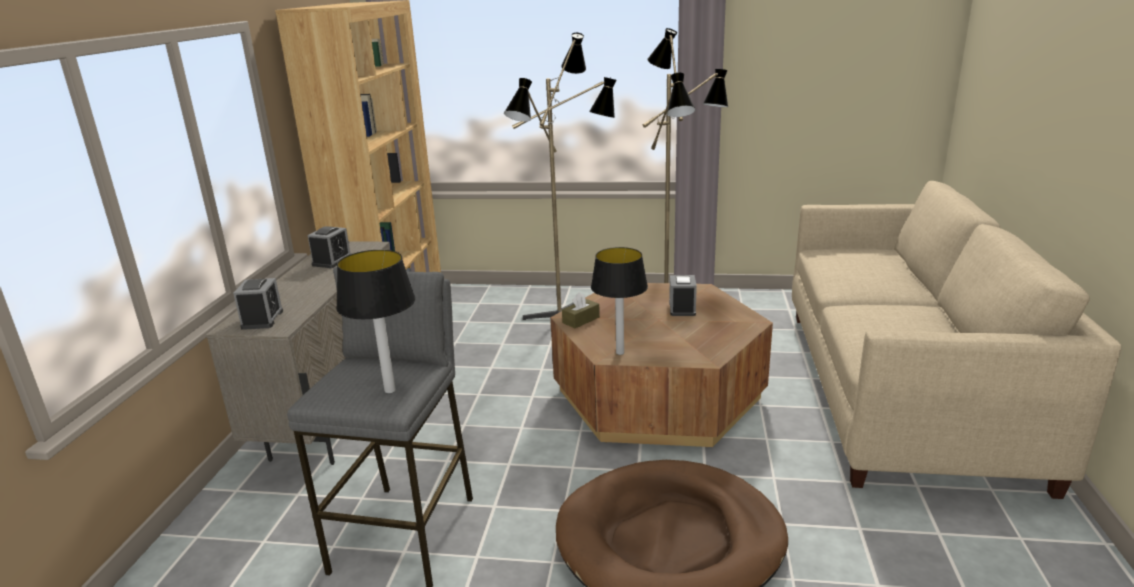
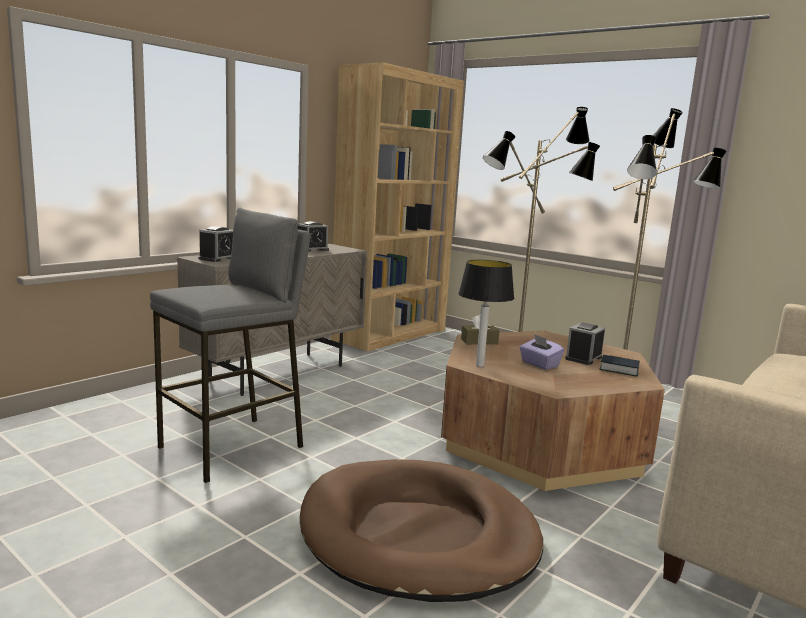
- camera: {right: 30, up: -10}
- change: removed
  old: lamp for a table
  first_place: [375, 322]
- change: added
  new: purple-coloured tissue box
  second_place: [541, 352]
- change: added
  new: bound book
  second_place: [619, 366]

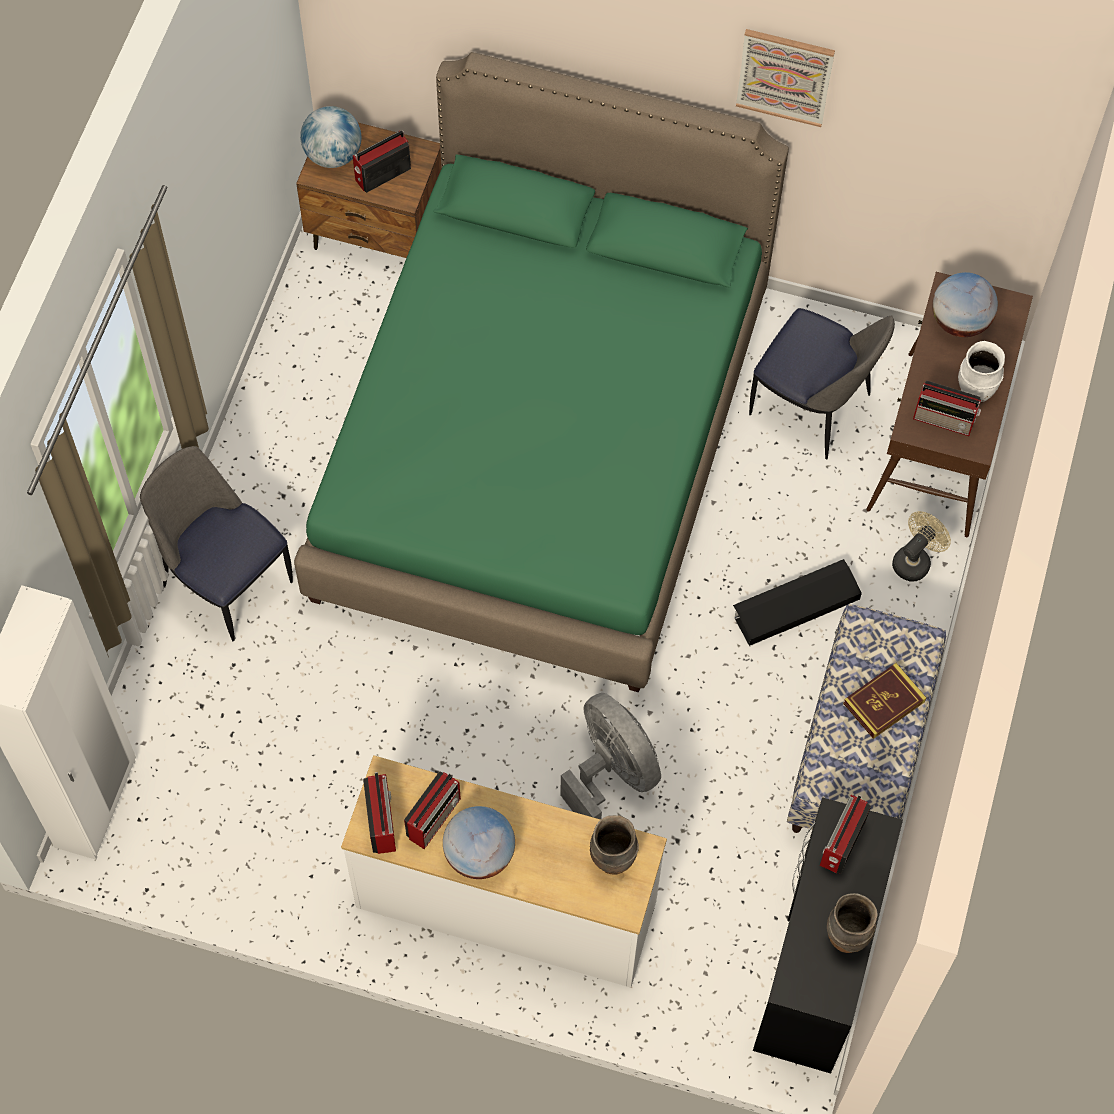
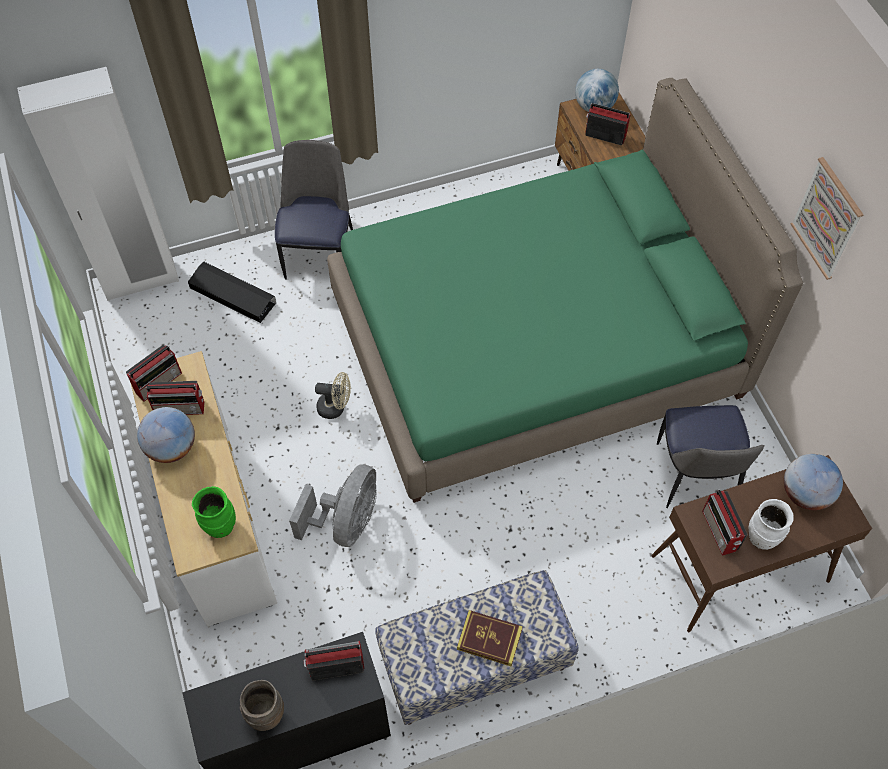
- camera: {right: 55, up: -5}
- change: recoloured
  old: brown vase
  new: green-coloured vase
  first_place: [614, 845]
  second_place: [214, 512]
- change: moved
  old: black storage bin
  first_place: [797, 602]
  second_place: [232, 292]
- change: moved
  old: beige-coloured fan
  first_place: [921, 546]
  second_place: [333, 395]

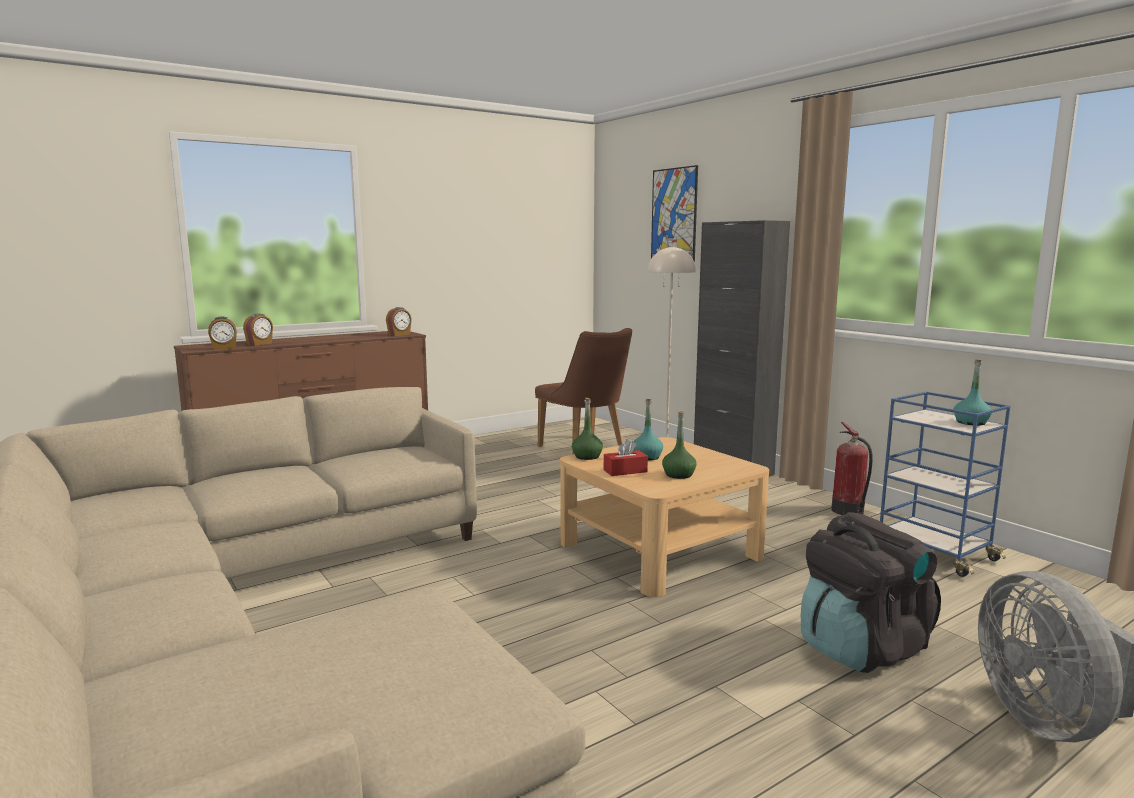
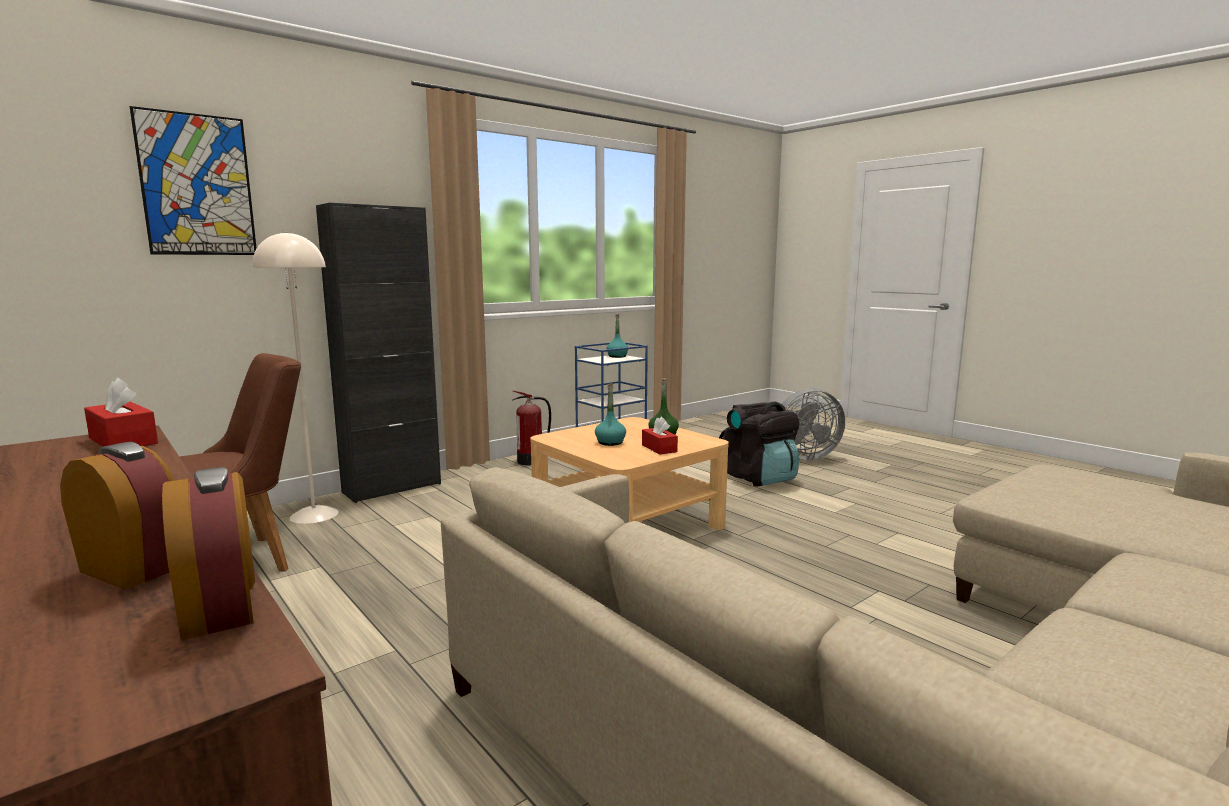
- camera: {right: -95, up: 0}
- change: replaced
  old: alarm clock
  new: red-coloured tissue box
  first_place: [399, 321]
  second_place: [121, 412]
- change: removed
  old: green-coloured drink bottle
  first_place: [587, 429]

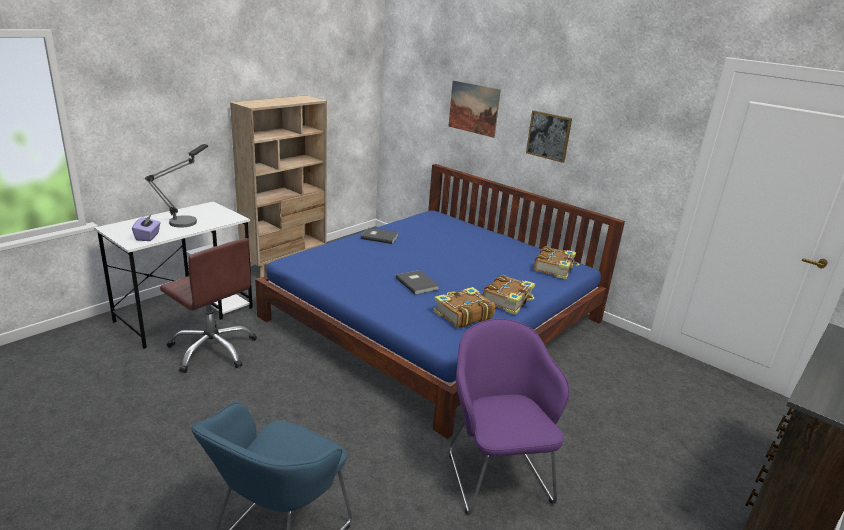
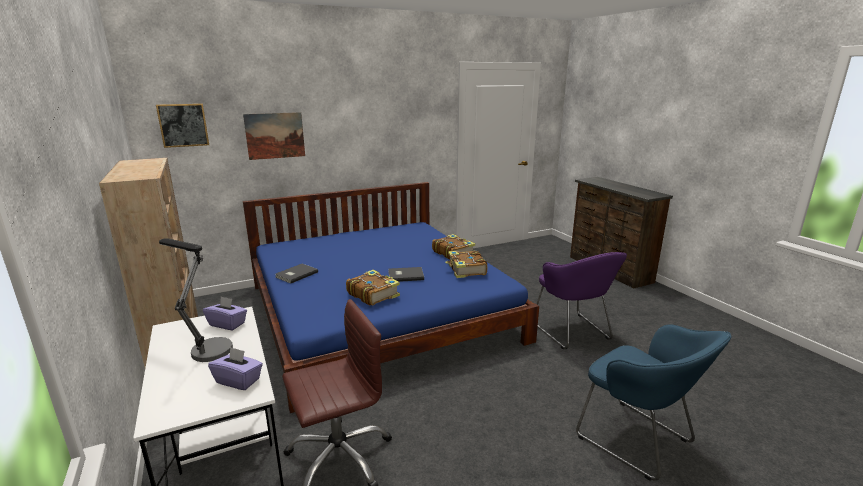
- camera: {right: -65, up: -5}
- change: turned
  old: purple-coloured easy chair
  first_place: [509, 417]
  second_place: [581, 300]
  degrees: -120
- change: moved
  old: wall art
  first_place: [549, 137]
  second_place: [182, 125]
- change: moved
  old: bound book
  first_place: [556, 262]
  second_place: [373, 288]
- change: added
  new: purple-coloured tissue box
  second_place: [225, 313]

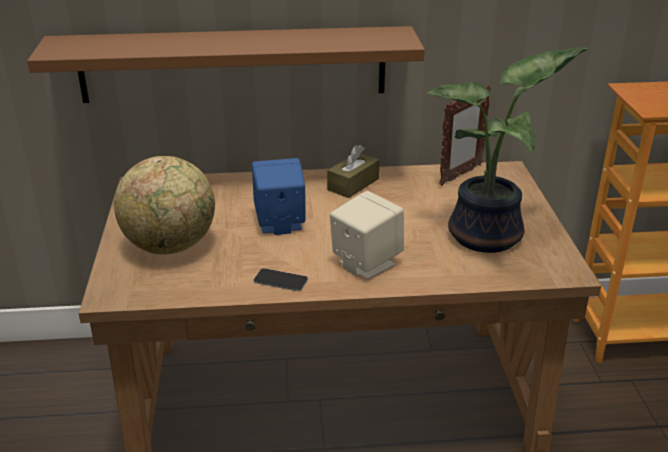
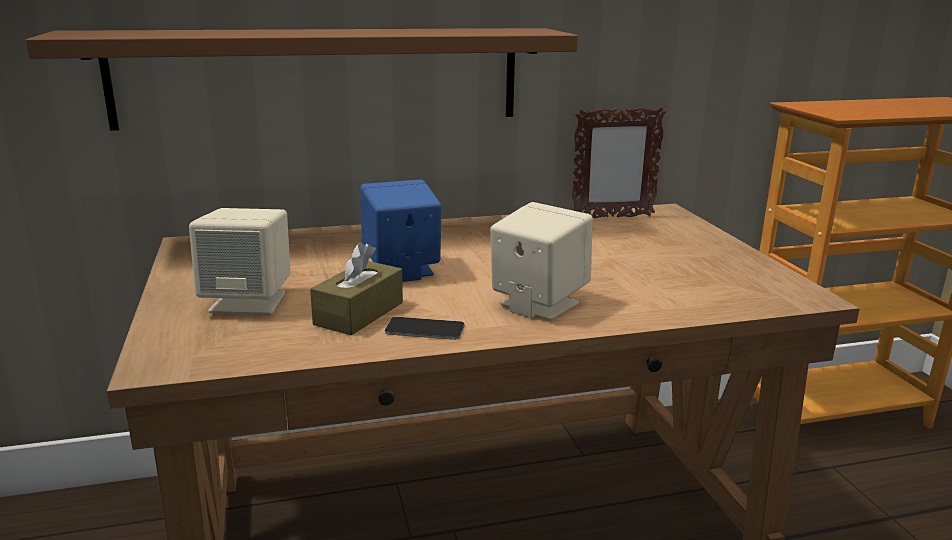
- camera: {right: -10, up: -10}
- change: replaced
  old: world globe
  new: beige-coloured audio speaker
  first_place: [164, 205]
  second_place: [239, 261]
- change: moved
  old: brown tissue box
  first_place: [353, 171]
  second_place: [356, 288]
- change: removed
  old: plant in a pot
  first_place: [507, 150]
- change: turned
  old: photo frame
  first_place: [465, 135]
  second_place: [619, 162]
  degrees: 45

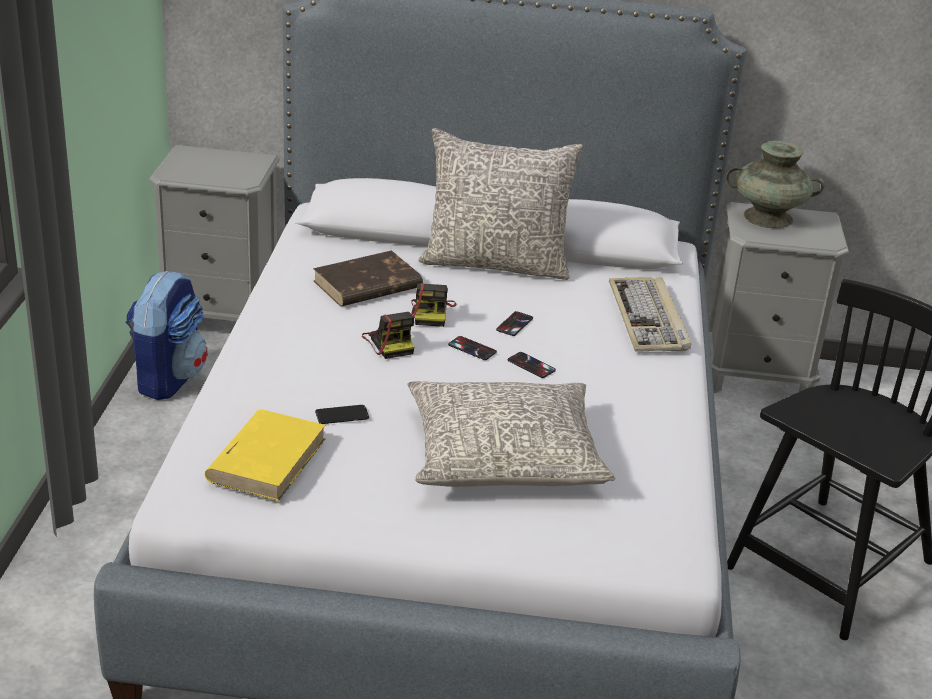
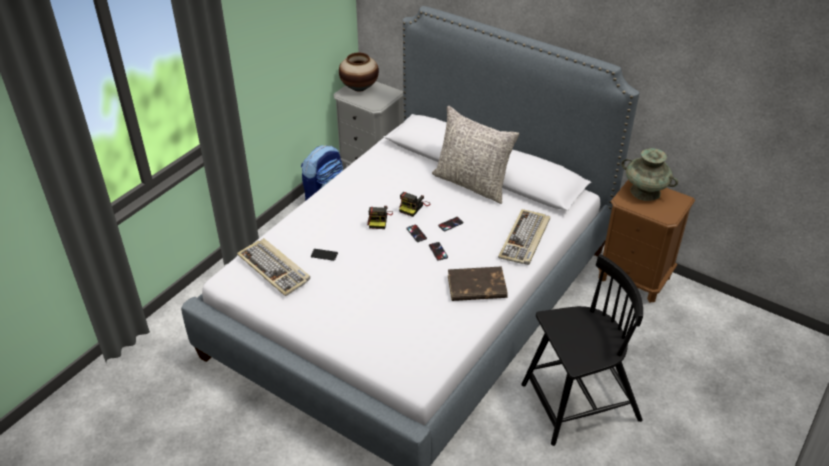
- camera: {right: 30, up: 10}
- change: replaced
  old: yellow-coloured bound book
  new: PC keyboard
  first_place: [265, 455]
  second_place: [273, 267]
- change: moved
  old: brown bound book
  first_place: [368, 278]
  second_place: [478, 283]
- change: removed
  old: grey cushion
  first_place: [511, 434]
- change: recoloured
  old: grey bedside table
  new: brown bedside table
  first_place: [778, 297]
  second_place: [646, 241]
- change: added
  new: vase
  second_place: [359, 72]

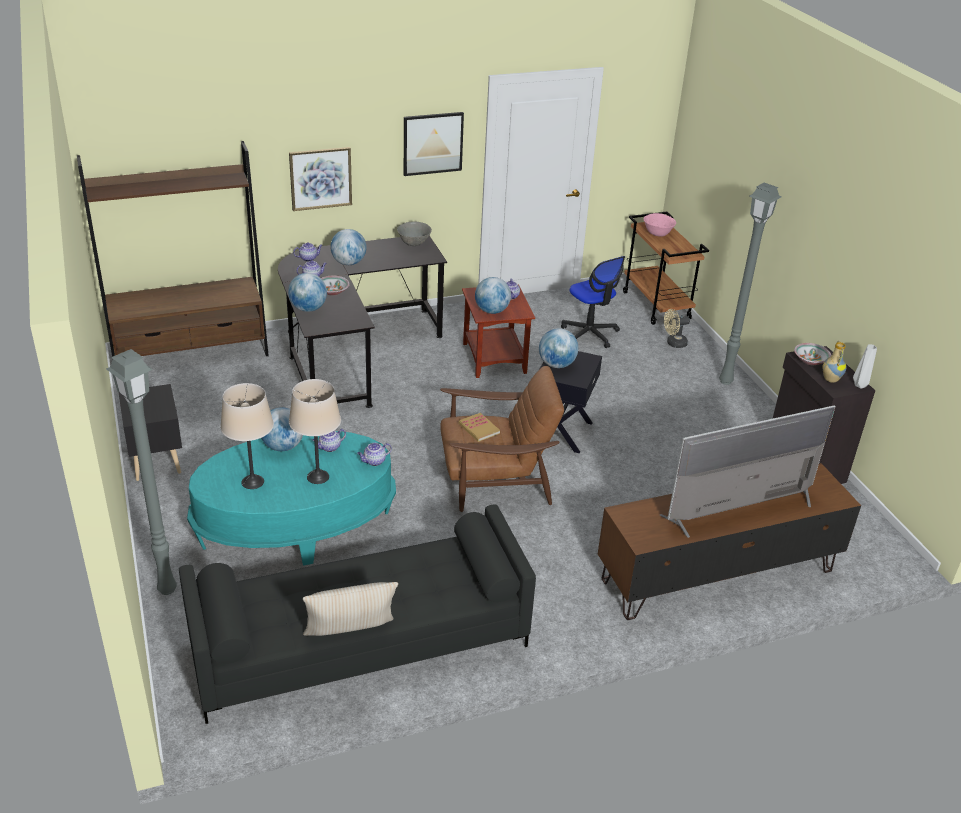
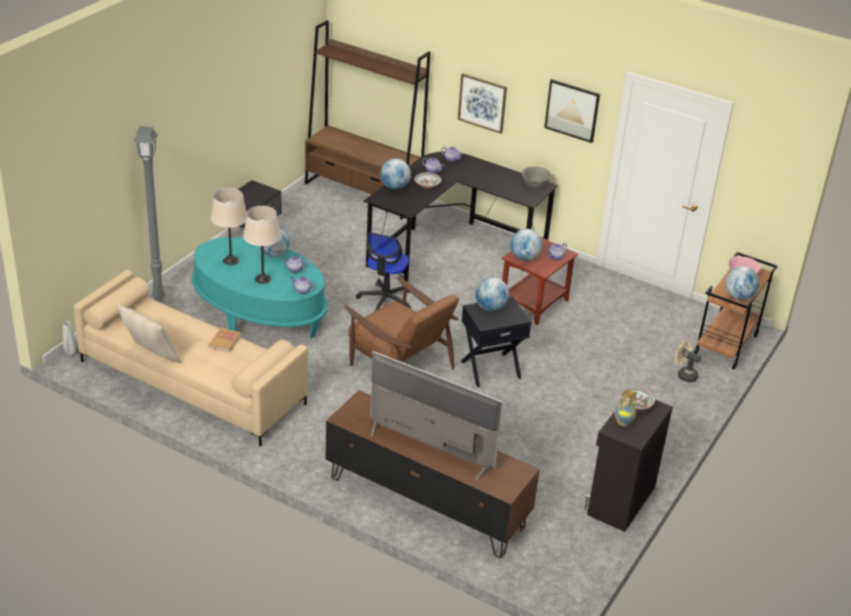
- camera: {right: 50, up: 0}
- change: recoloured
  old: black couch
  new: beige-coloured couch
  first_place: [357, 614]
  second_place: [190, 358]
- change: moved
  old: world globe
  first_place: [348, 247]
  second_place: [742, 283]
- change: moved
  old: bound book
  first_place: [479, 427]
  second_place: [224, 340]
- change: moved
  old: office chair
  first_place: [593, 302]
  second_place: [383, 271]
- change: removed
  old: grey standard lamp
  first_place: [750, 284]
- change: moved
  old: grey vase
  first_place: [865, 366]
  second_place: [70, 338]

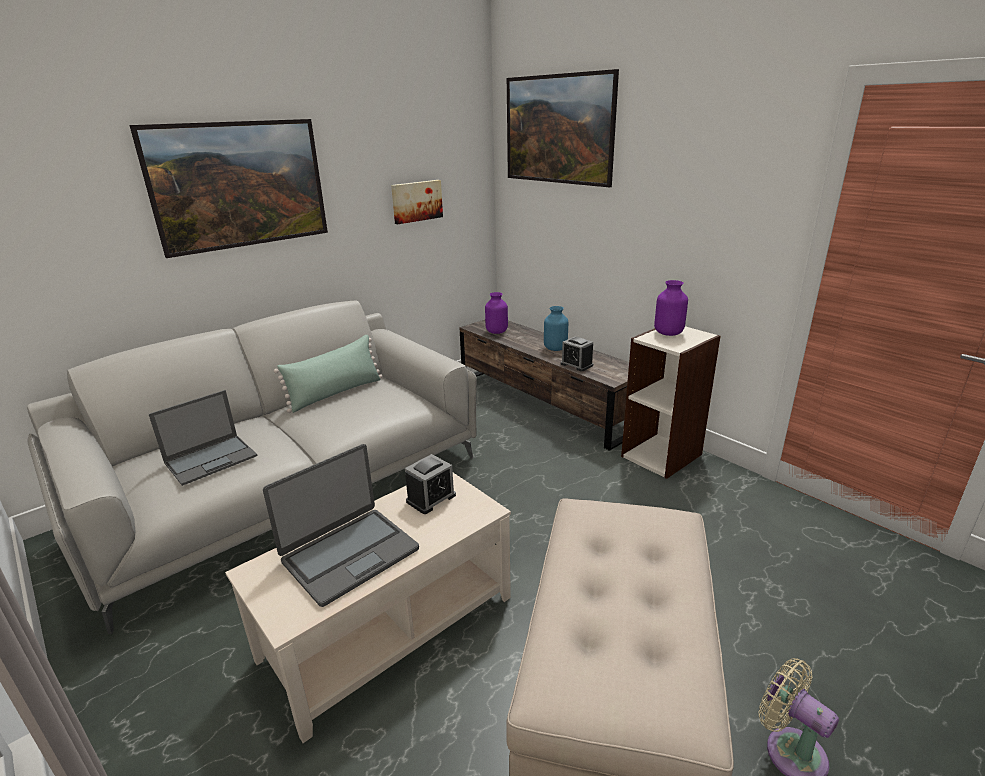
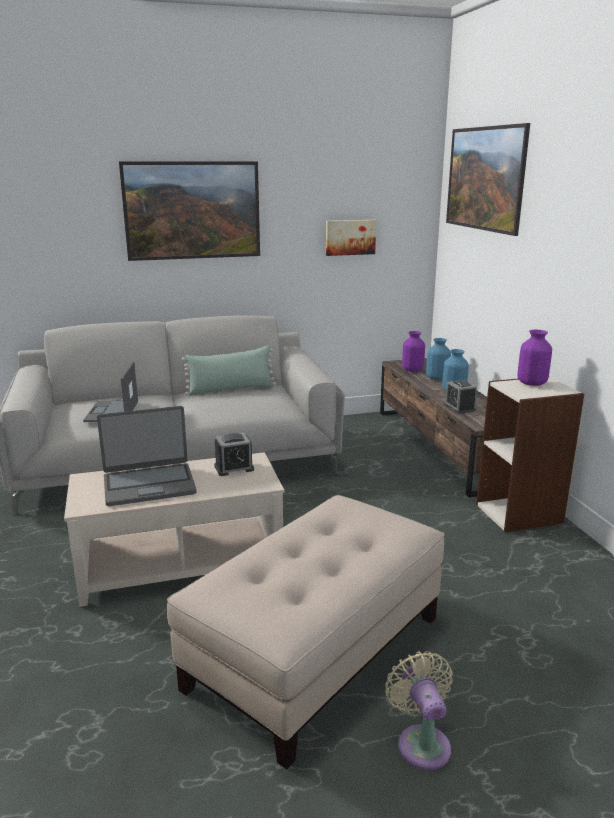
- camera: {right: 25, up: -5}
- change: turned
  old: notebook computer
  first_place: [203, 438]
  second_place: [110, 392]
  degrees: 105
- change: added
  new: blue-coloured vase
  second_place: [438, 359]

